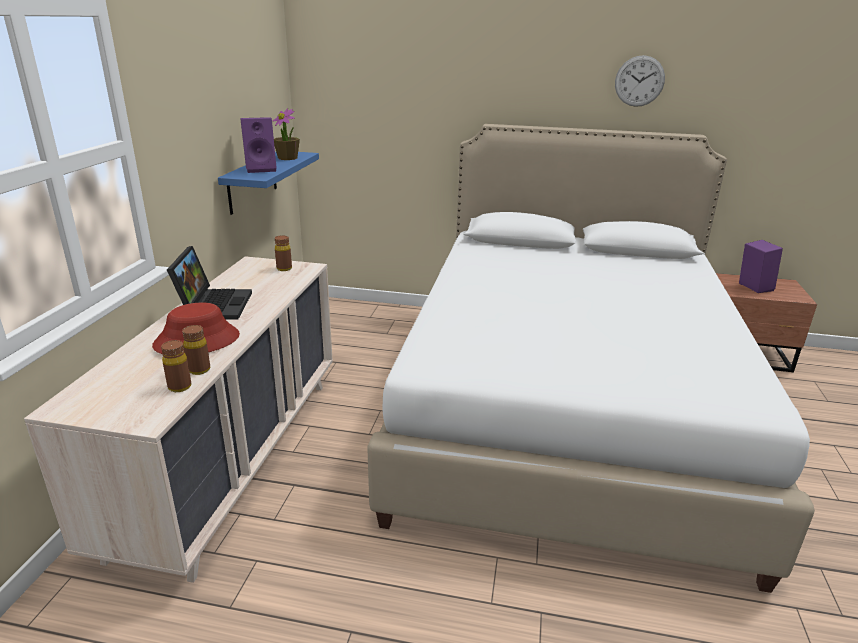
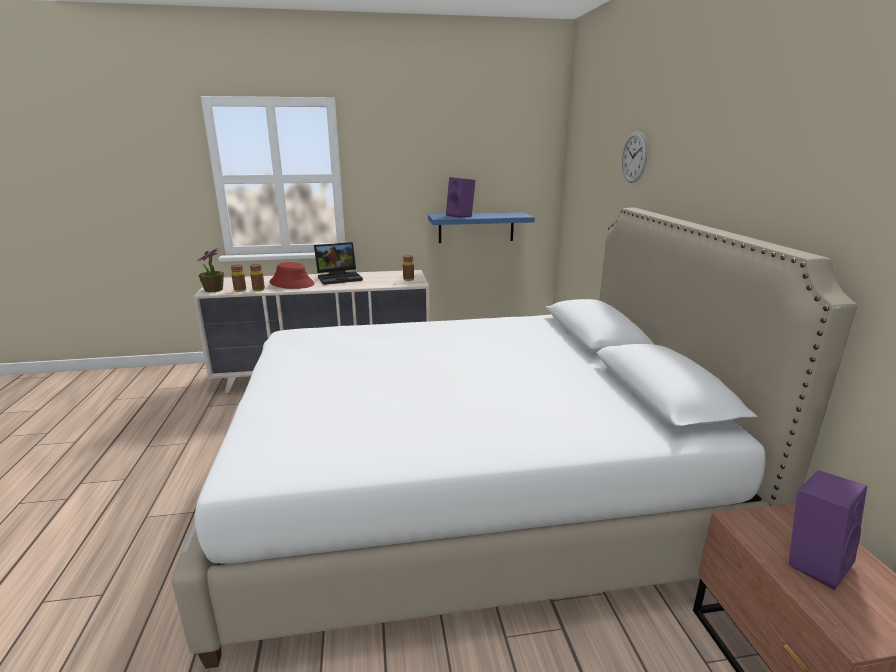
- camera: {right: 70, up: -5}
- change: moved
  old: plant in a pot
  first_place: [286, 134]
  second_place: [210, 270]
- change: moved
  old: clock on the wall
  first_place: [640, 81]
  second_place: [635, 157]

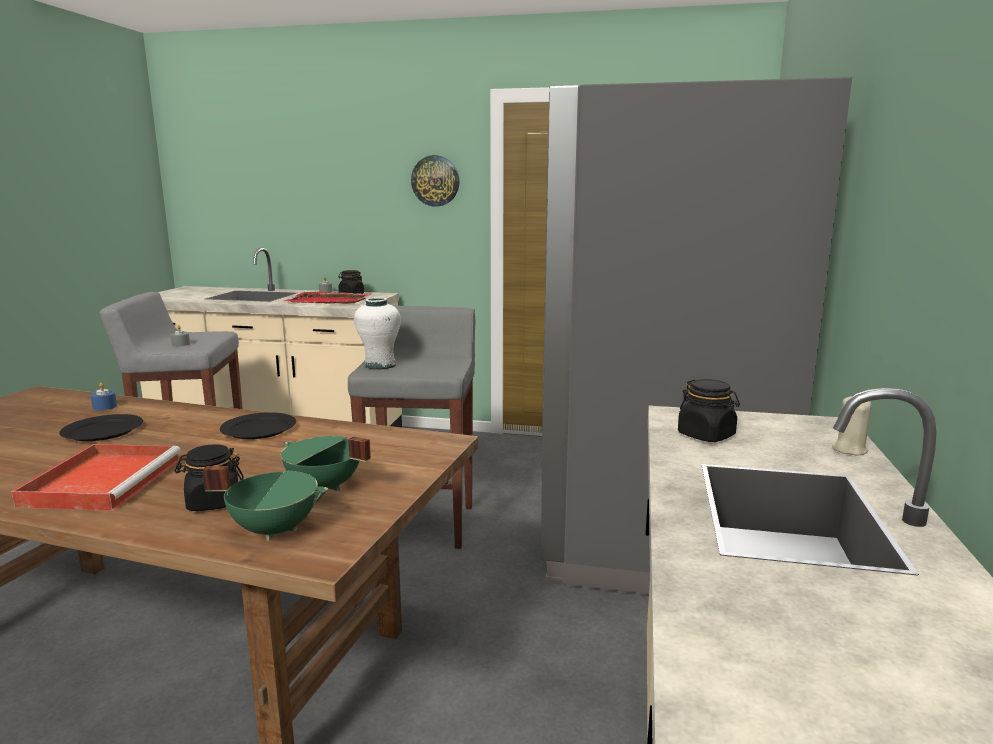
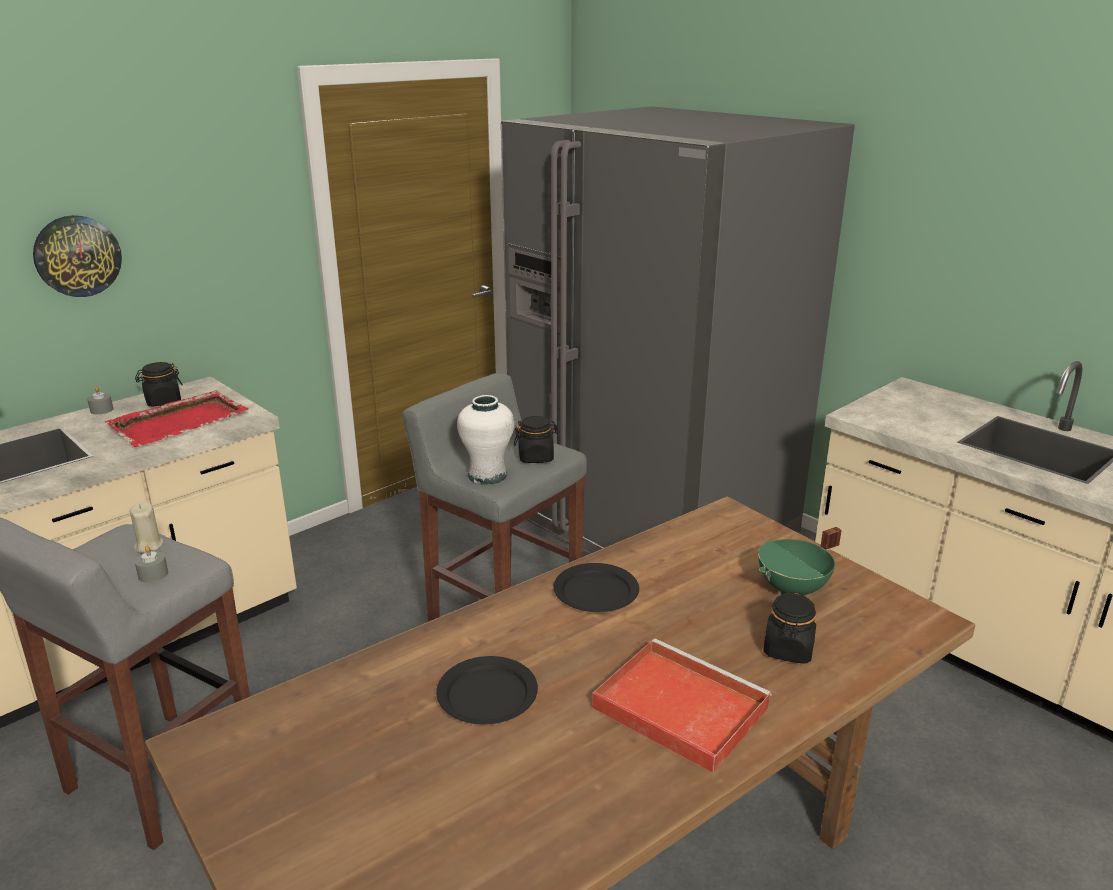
- camera: {right: -55, up: 10}
- change: removed
  old: blue-coloured candle
  first_place: [103, 396]
- change: removed
  old: green-coloured saucepot
  first_place: [265, 503]
- change: moved
  old: clock on the wall
  first_place: [435, 181]
  second_place: [77, 256]
- change: moved
  old: black storage jar
  first_place: [709, 410]
  second_place: [536, 439]
- change: moved
  old: beige-coloured candle
  first_place: [852, 426]
  second_place: [146, 527]

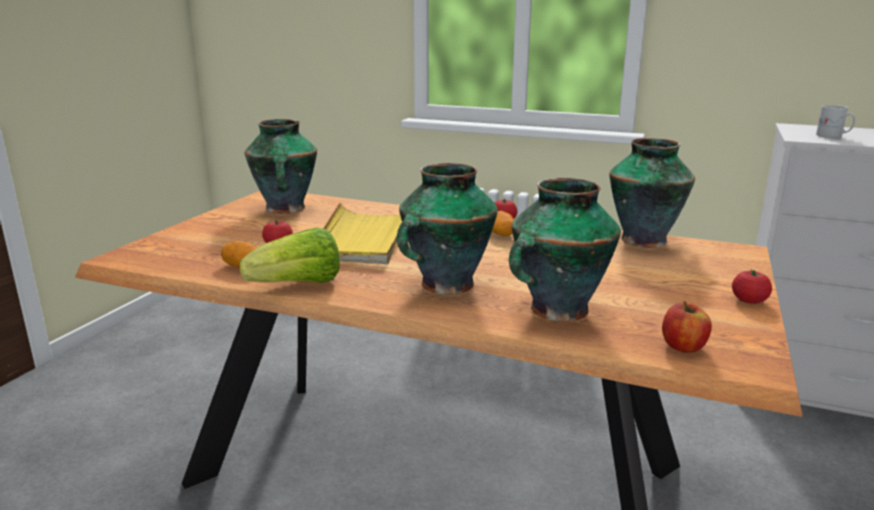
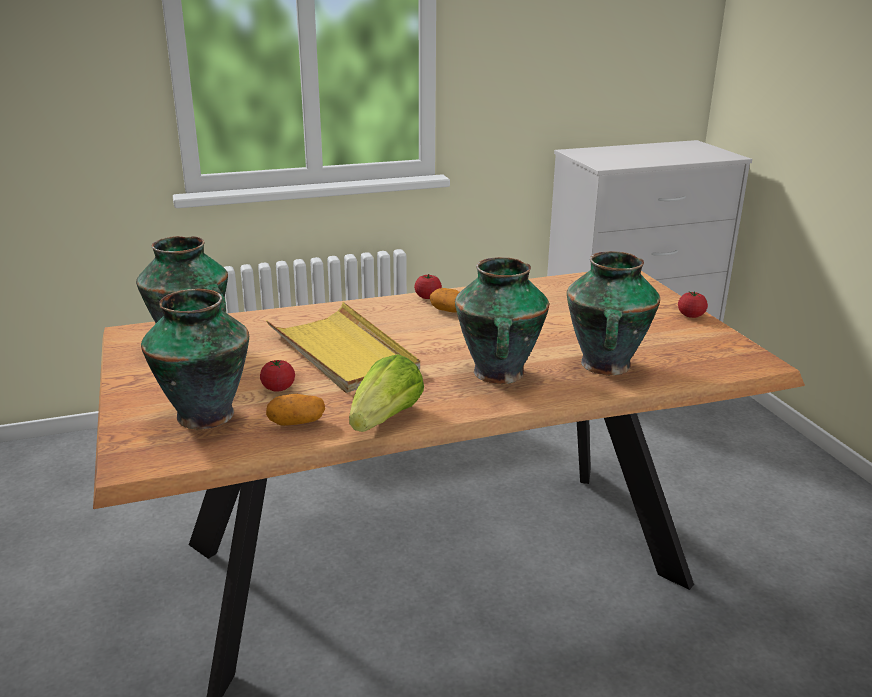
- camera: {right: -40, up: 5}
- change: moved
  old: vase
  first_place: [652, 193]
  second_place: [195, 359]
- change: removed
  old: apple fruit
  first_place: [687, 327]
- change: removed
  old: white coffee mug
  first_place: [835, 121]

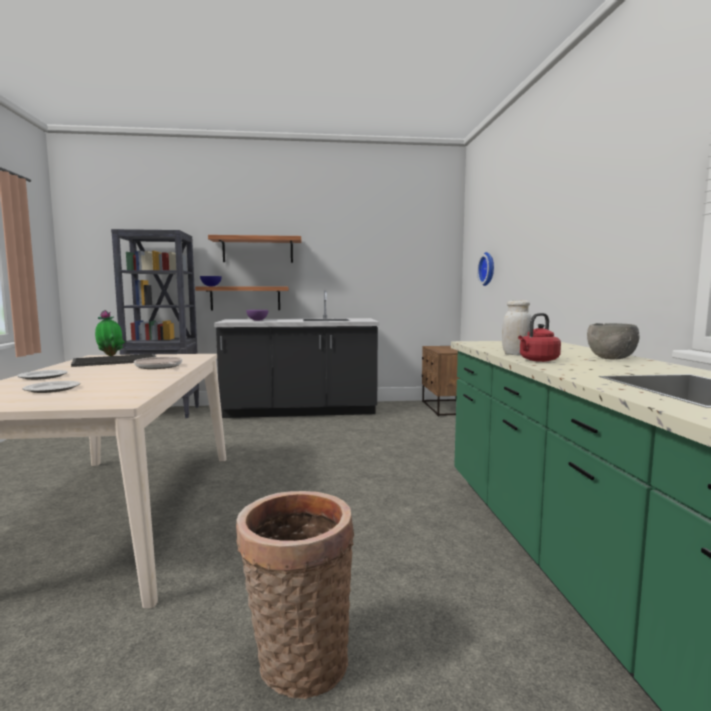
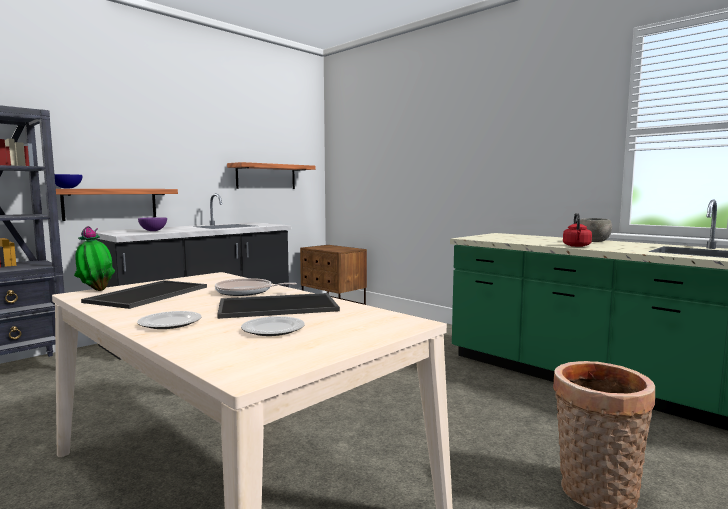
- camera: {right: -40, up: 0}
- change: moved
  old: wall shelf
  first_place: [254, 249]
  second_place: [271, 175]
- change: removed
  old: clock on the wall
  first_place: [485, 269]
- change: removed
  old: white storage jar
  first_place: [517, 327]
- change: added
  new: serving tray
  second_place: [278, 306]

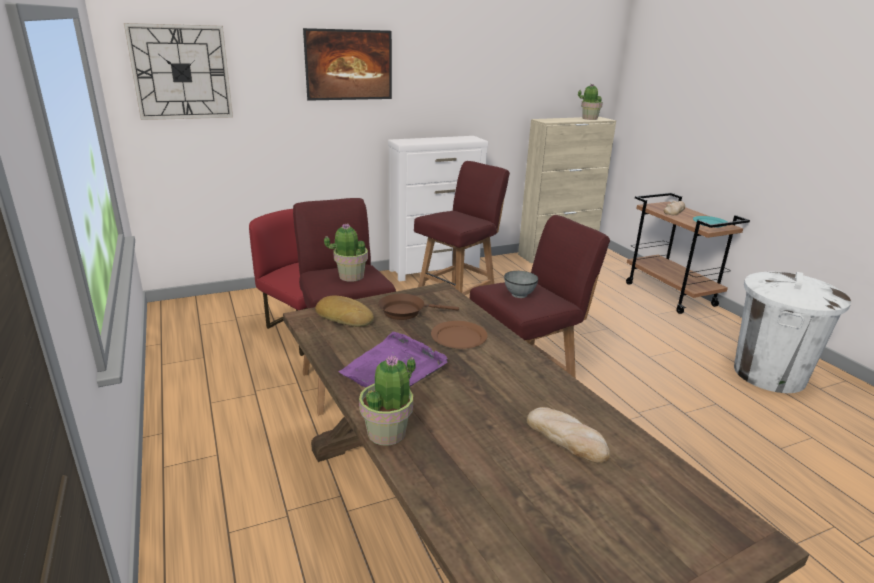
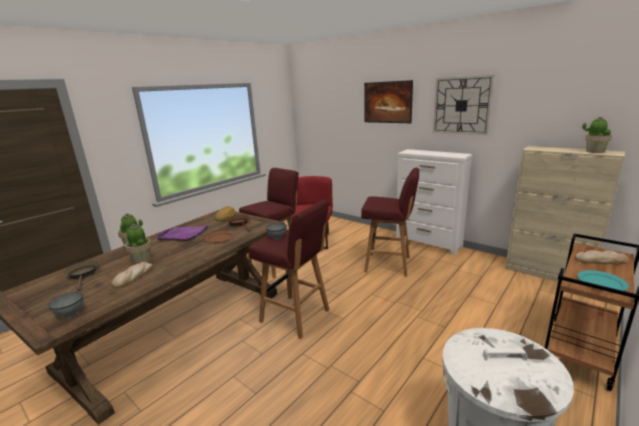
- camera: {right: 65, up: -5}
- change: moved
  old: clock on the wall
  first_place: [178, 71]
  second_place: [463, 105]
- change: moved
  old: plant in a pot
  first_place: [346, 252]
  second_place: [138, 244]
- change: added
  new: grey bowl
  second_place: [65, 305]
- change: added
  new: brown skillet
  second_place: [81, 276]

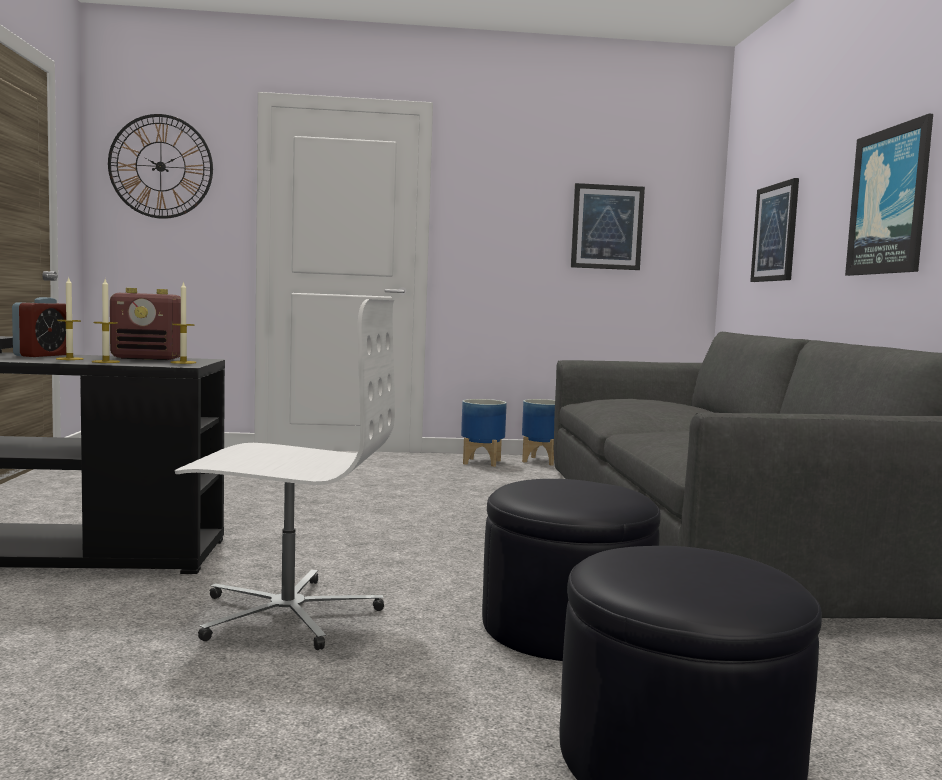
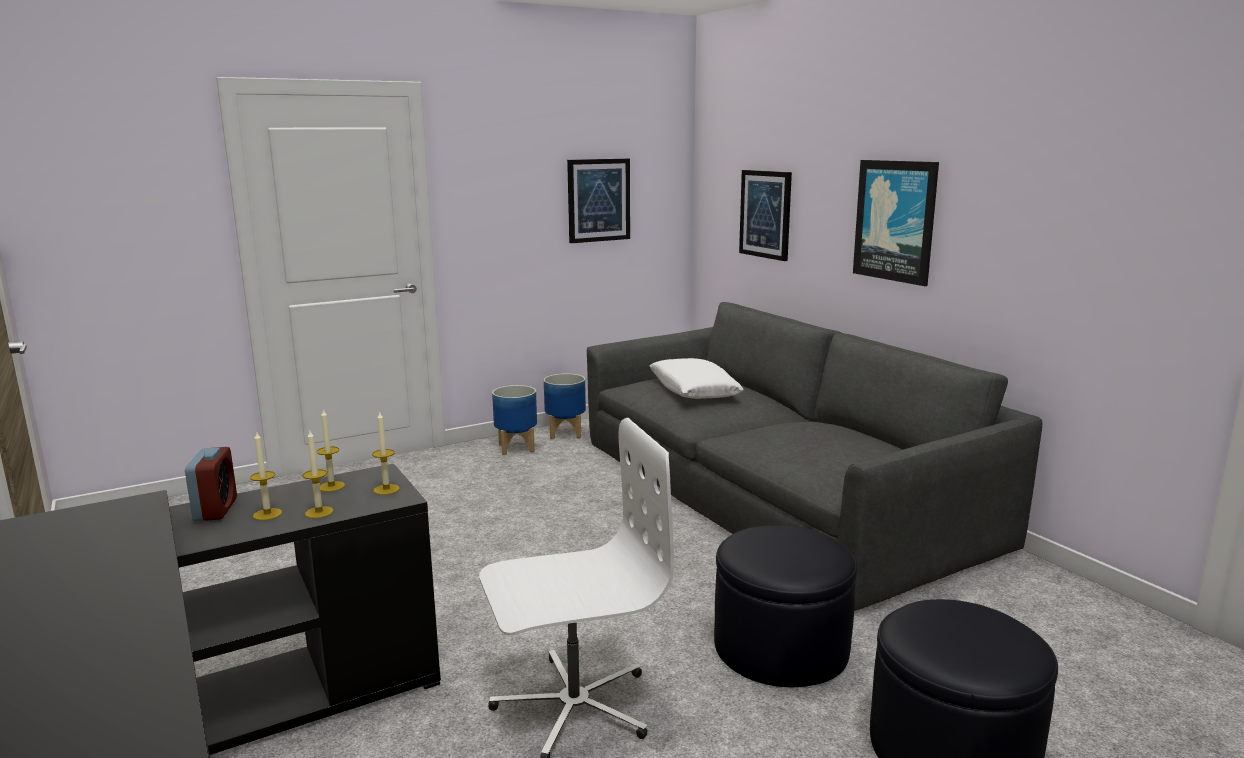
- camera: {right: -25, up: 10}
- change: removed
  old: clock on the wall
  first_place: [160, 166]
- change: replaced
  old: radio receiver
  new: candle
  first_place: [145, 324]
  second_place: [331, 450]
- change: added
  new: white cushion
  second_place: [697, 378]

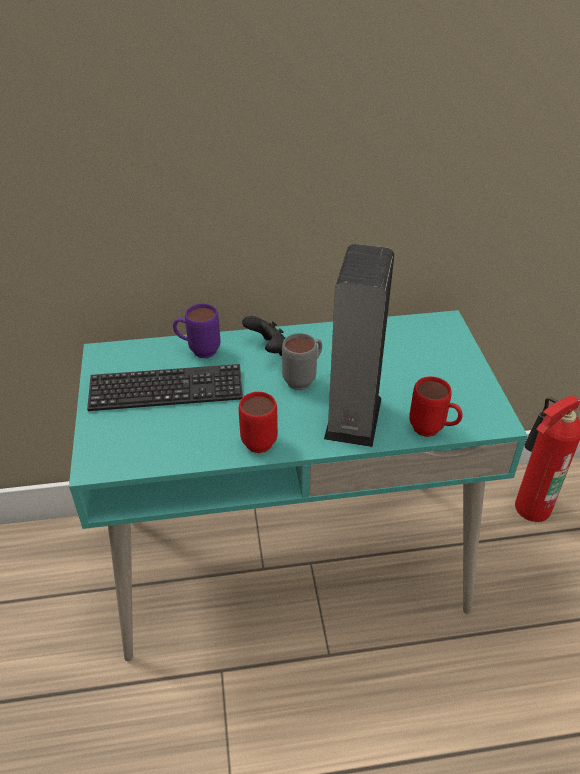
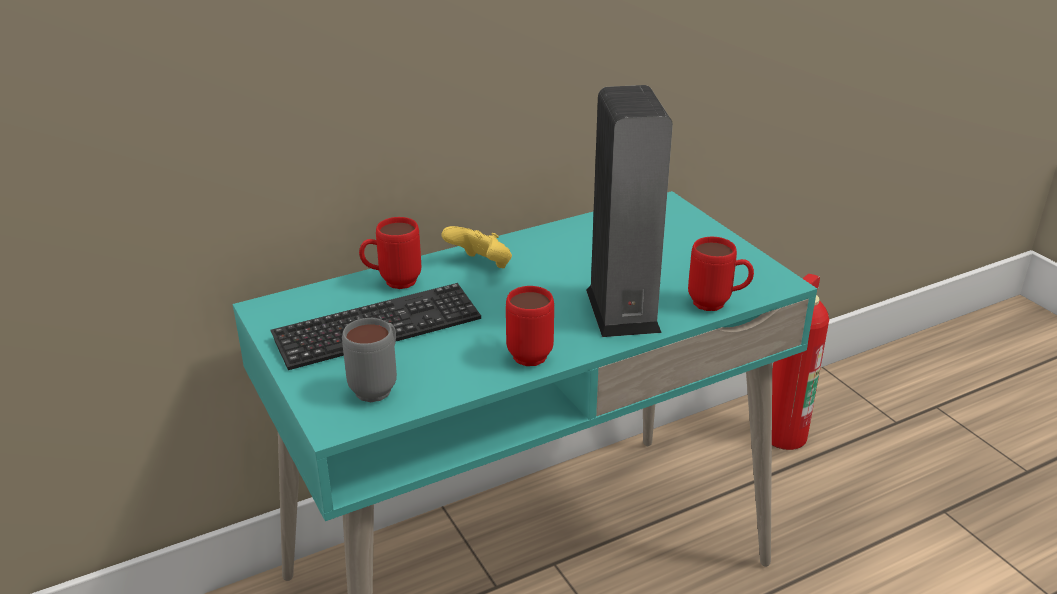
- camera: {right: -20, up: -10}
- change: recoloured
  old: purple-coloured coffee mug
  new: red-coloured coffee mug
  first_place: [196, 331]
  second_place: [390, 253]
- change: recoloured
  old: black game controller
  new: yellow-coloured game controller
  first_place: [264, 336]
  second_place: [477, 247]
- change: moved
  old: grey coffee mug
  first_place: [302, 361]
  second_place: [369, 360]

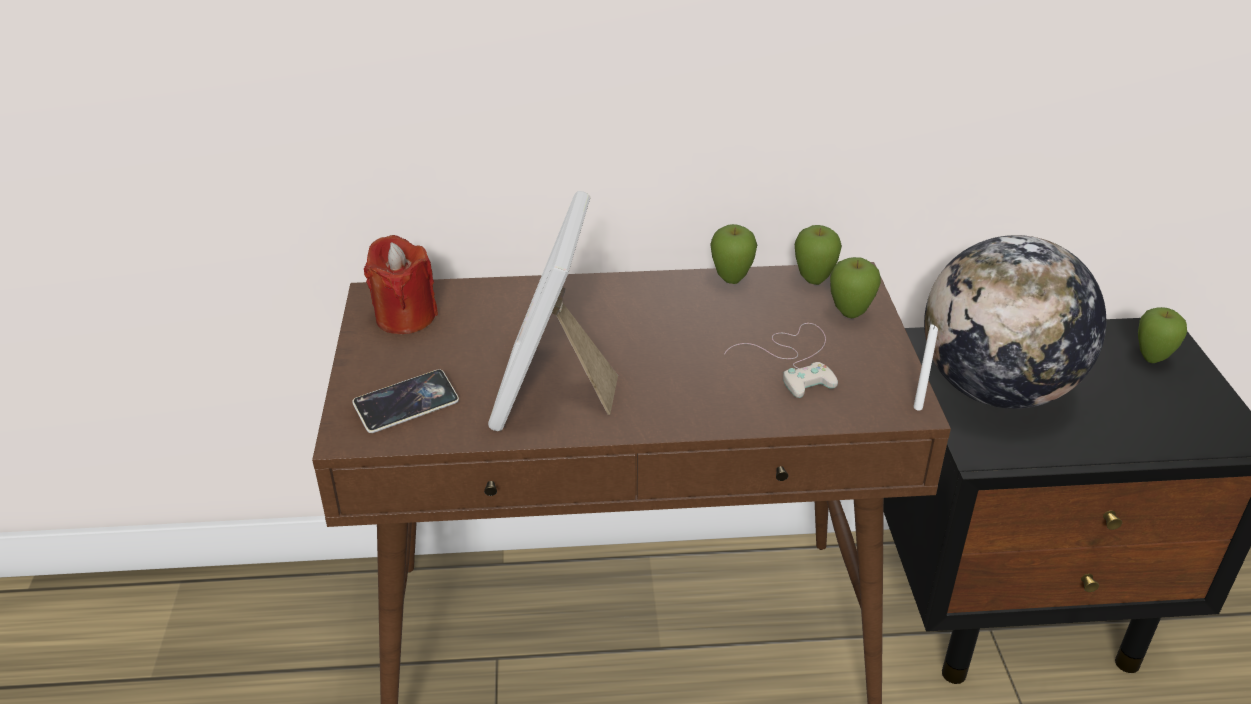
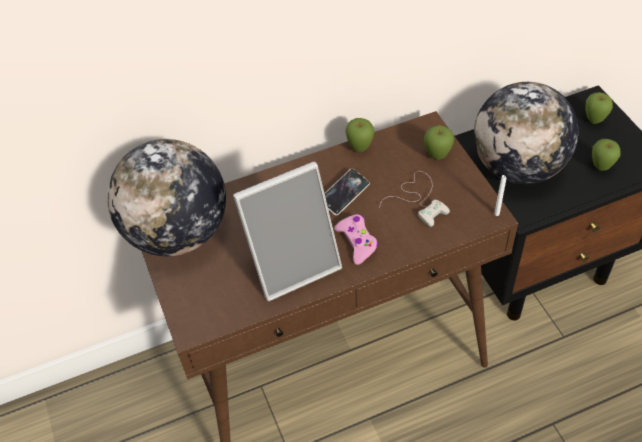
- camera: {right: -15, up: 15}
- change: moved
  old: telephone
  first_place: [406, 401]
  second_place: [347, 192]
- change: replaced
  old: red-coloured candle
  new: world globe
  first_place: [401, 284]
  second_place: [166, 197]
- change: turned
  old: photo frame
  first_place: [553, 311]
  second_place: [287, 231]
  degrees: -105
- change: moved
  old: apple fruit
  first_place: [818, 255]
  second_place: [606, 155]
- change: added
  new: pink game controller
  second_place: [356, 240]

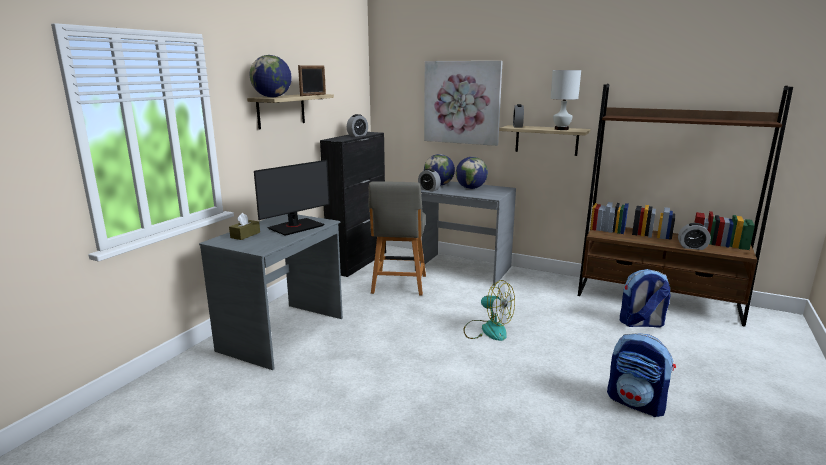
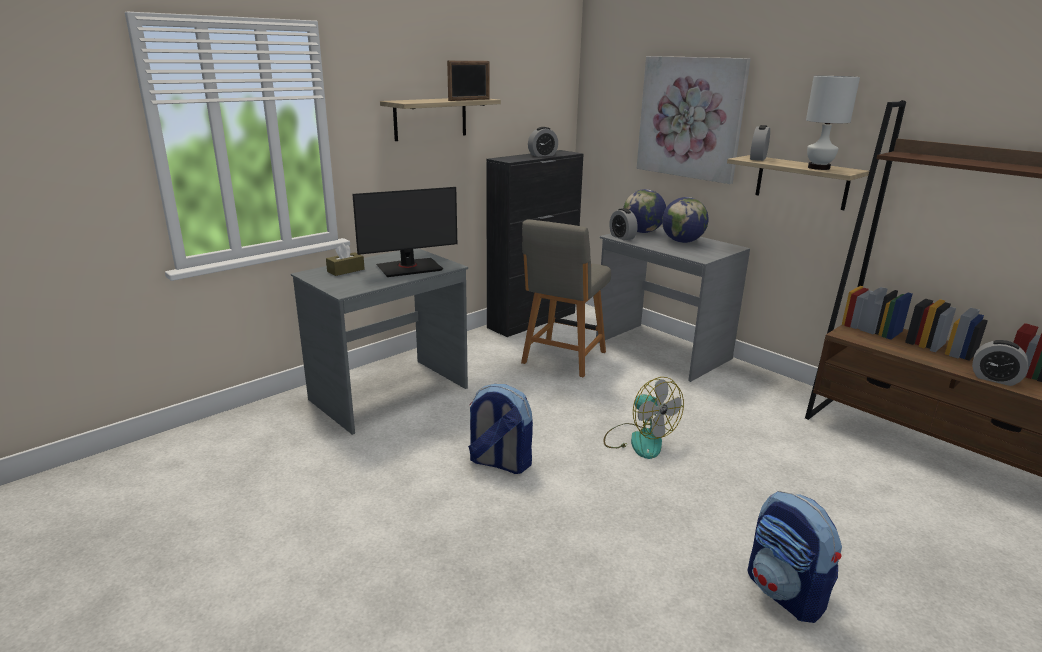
- camera: {right: 20, up: 5}
- change: removed
  old: world globe
  first_place: [271, 76]
- change: moved
  old: backpack
  first_place: [645, 298]
  second_place: [500, 429]

